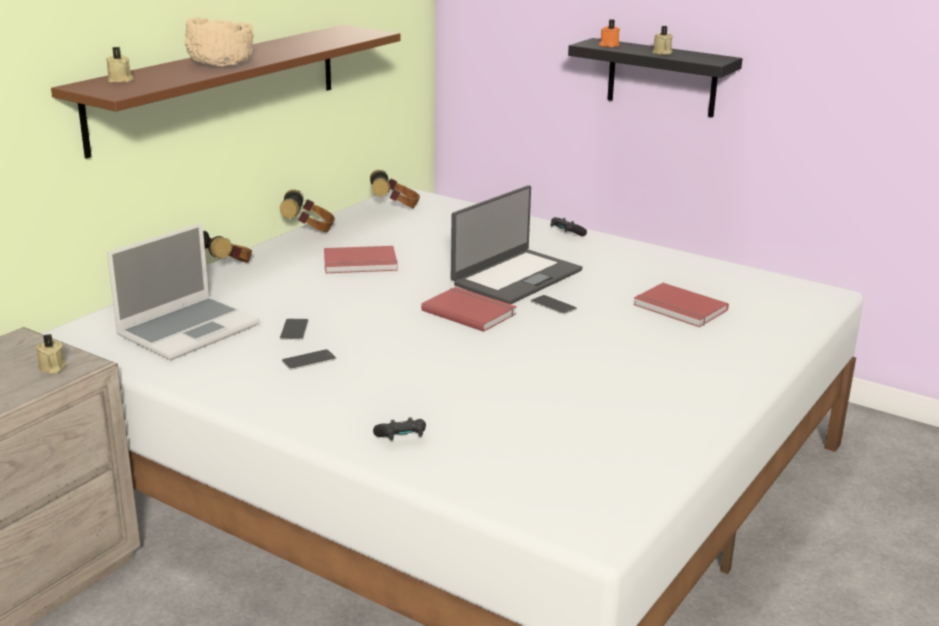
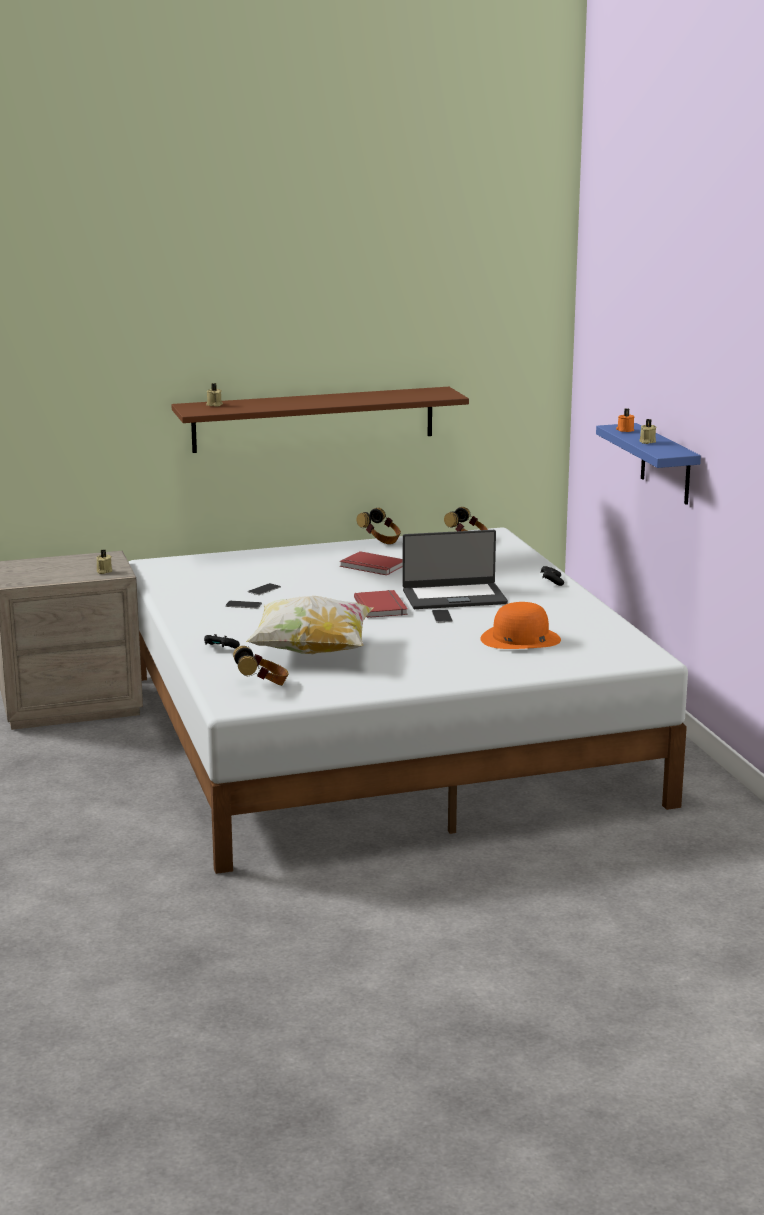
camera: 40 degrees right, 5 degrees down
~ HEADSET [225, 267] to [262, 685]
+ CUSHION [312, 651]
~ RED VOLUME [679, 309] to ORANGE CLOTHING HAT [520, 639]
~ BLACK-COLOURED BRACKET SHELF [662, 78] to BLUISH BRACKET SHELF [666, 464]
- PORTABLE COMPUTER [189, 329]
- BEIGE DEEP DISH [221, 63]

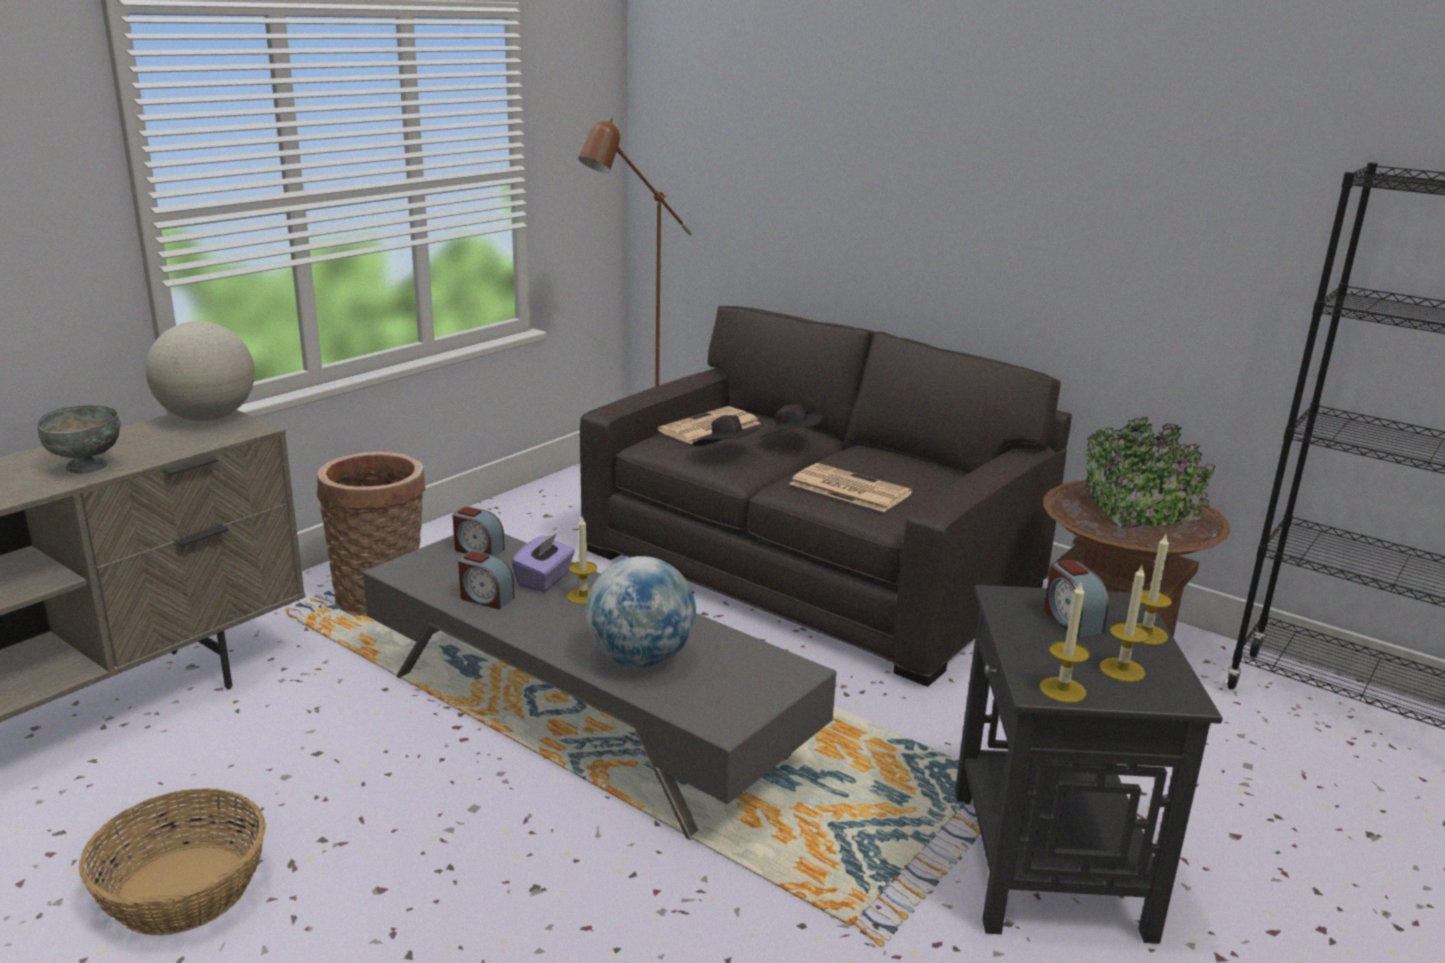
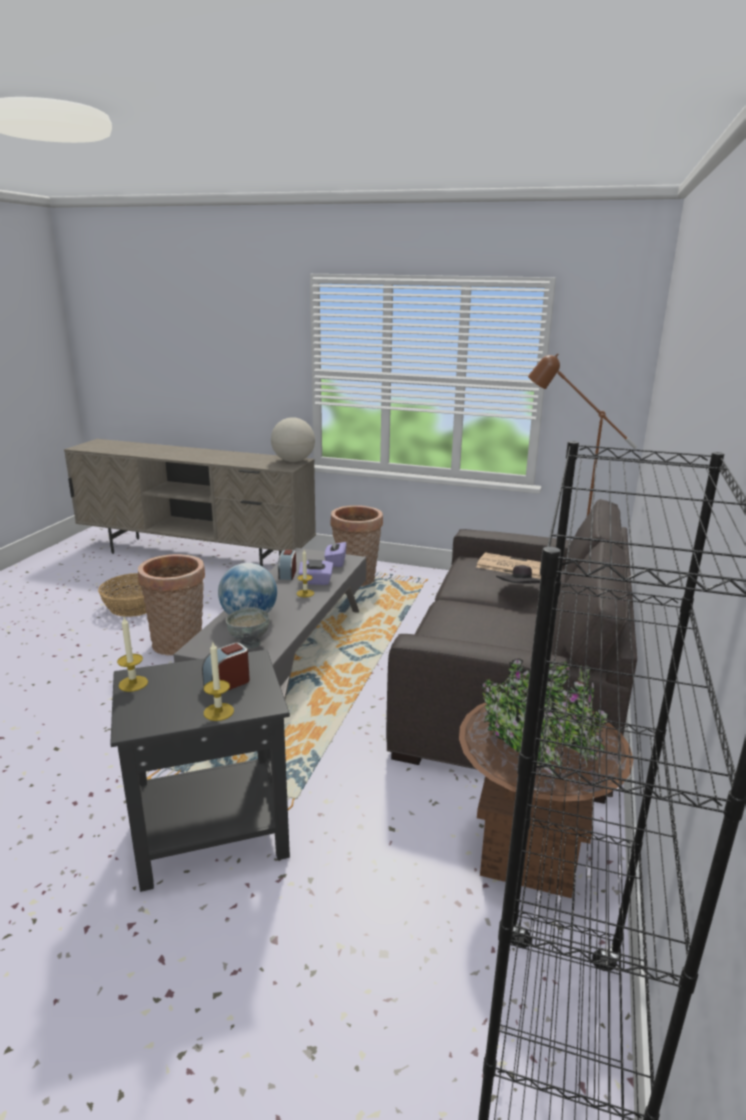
camera: 70 degrees right, 0 degrees up
+ BASKET [179, 645]
~ GRAY DEEP DISH [87, 467] to [249, 644]
~ BEDSIDE CLOCK [478, 550] to PURPLE TISSUE HOLDER [335, 562]
- BLACK-COLOURED CLOTHING HAT [726, 454]
- NEWSPAPER [848, 489]
- WAX CANDLE [1122, 670]

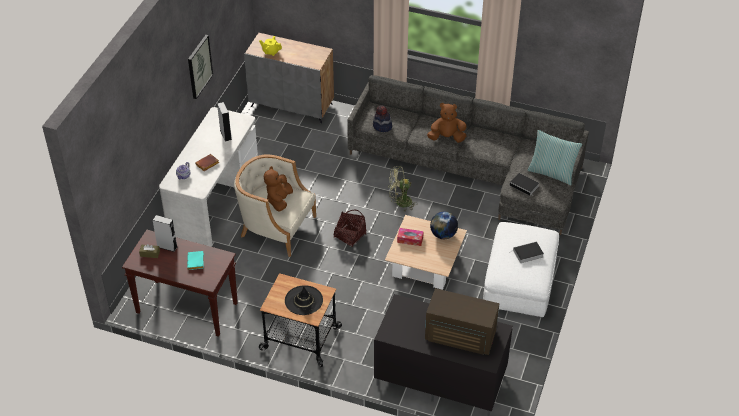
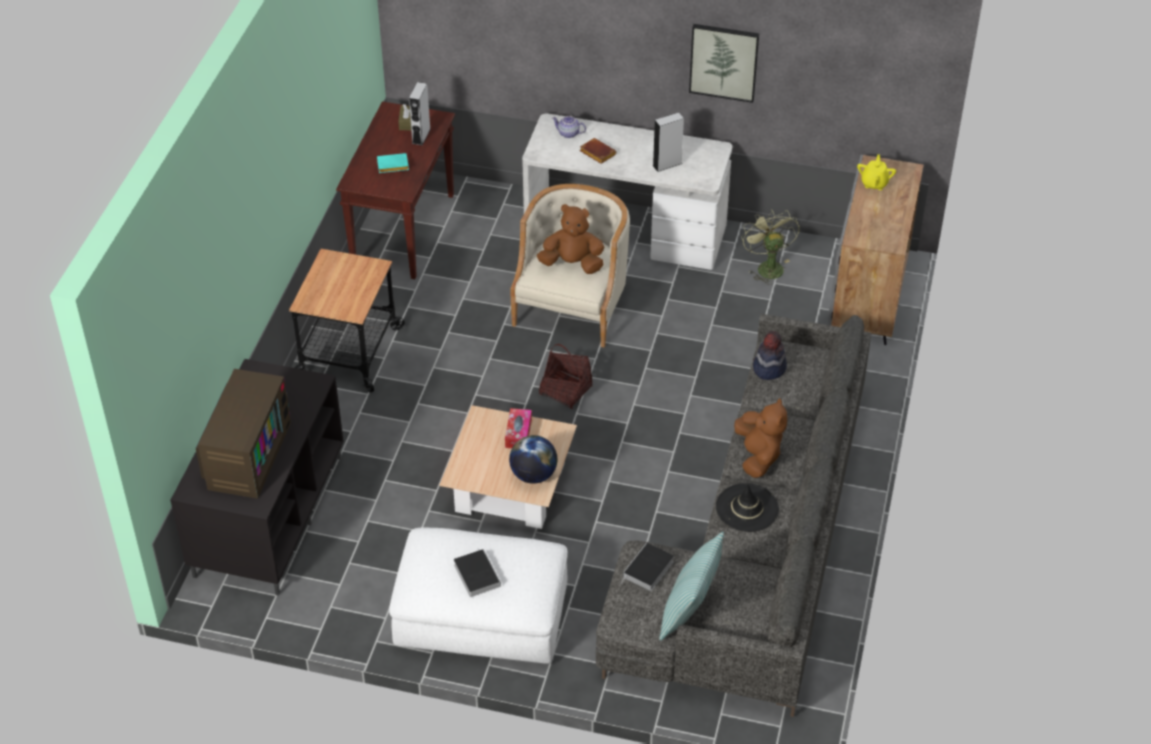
camera: 85 degrees right, 0 degrees up
~ BLACK-COLOURED CLOTHING HAT [303, 300] to [747, 508]
~ GREEN-COLOURED COOLING FAN [400, 203] to [767, 266]

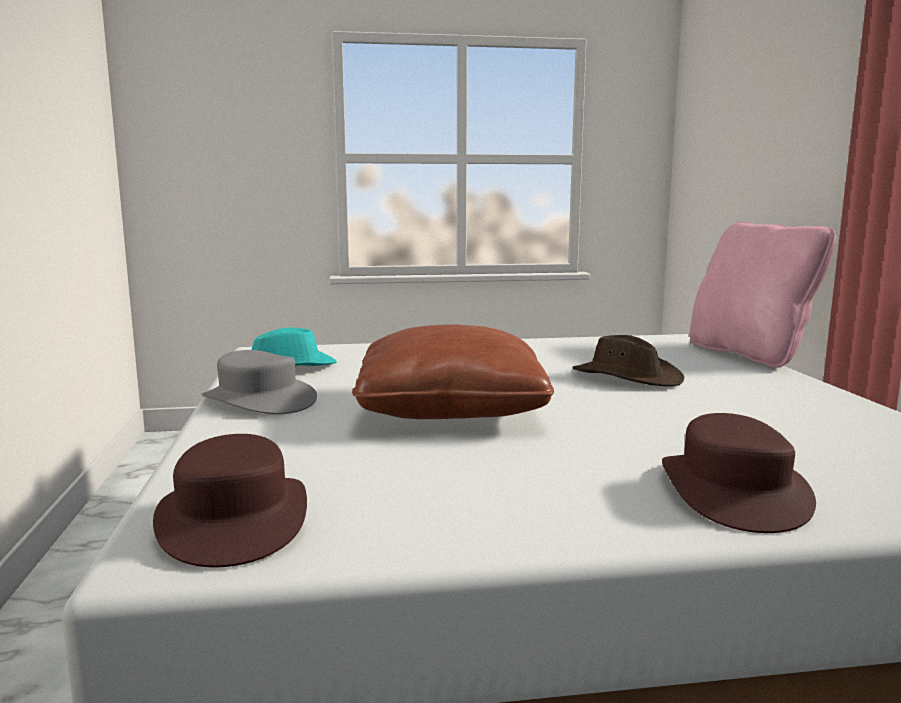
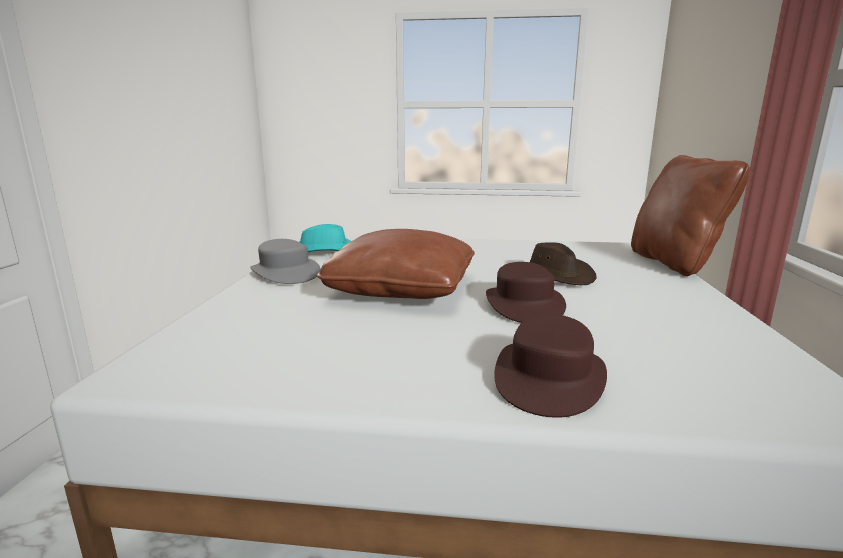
camera: 15 degrees right, 5 degrees up
~ BROWNISH CLOTHING HAT [233, 519] to [523, 305]
~ PINKISH CUSHION [750, 354] to BROWNISH CUSHION [674, 263]

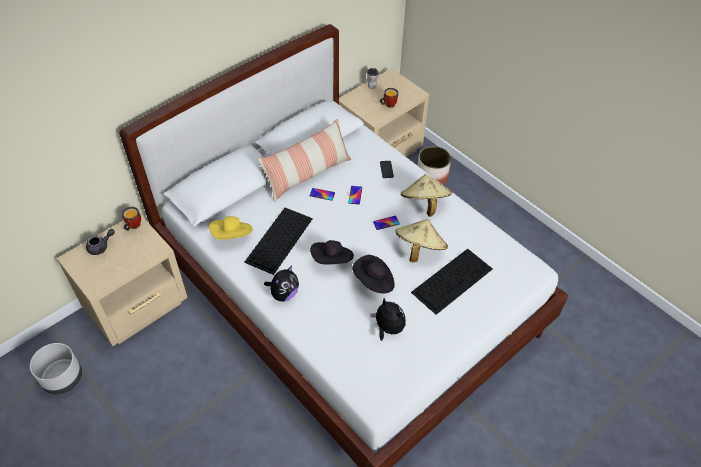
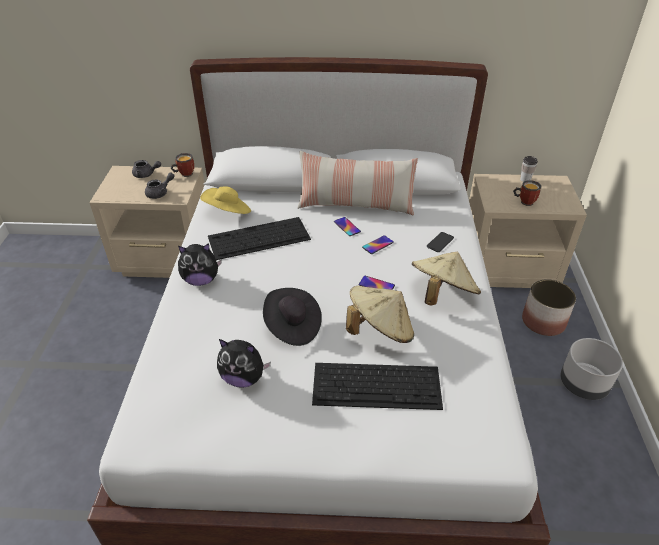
camera: 45 degrees right, 10 degrees down
+ GRAY TEAPOT [160, 193]
~ CUDDLY TOY [388, 328] = [243, 378] 105 degrees clockwise
~ GRAY PLANT POT [63, 378] to [583, 385]
- BLACK-COLOURED CLOTHING HAT [332, 260]

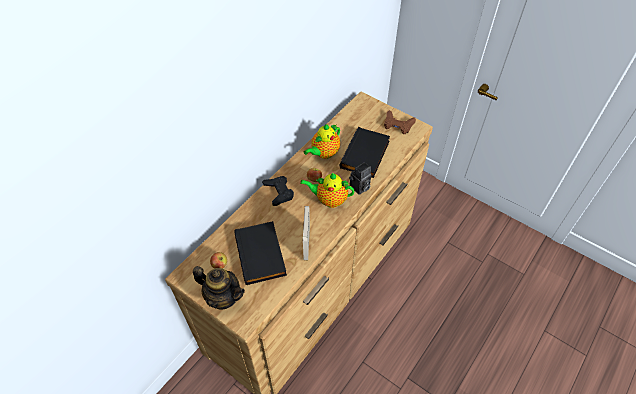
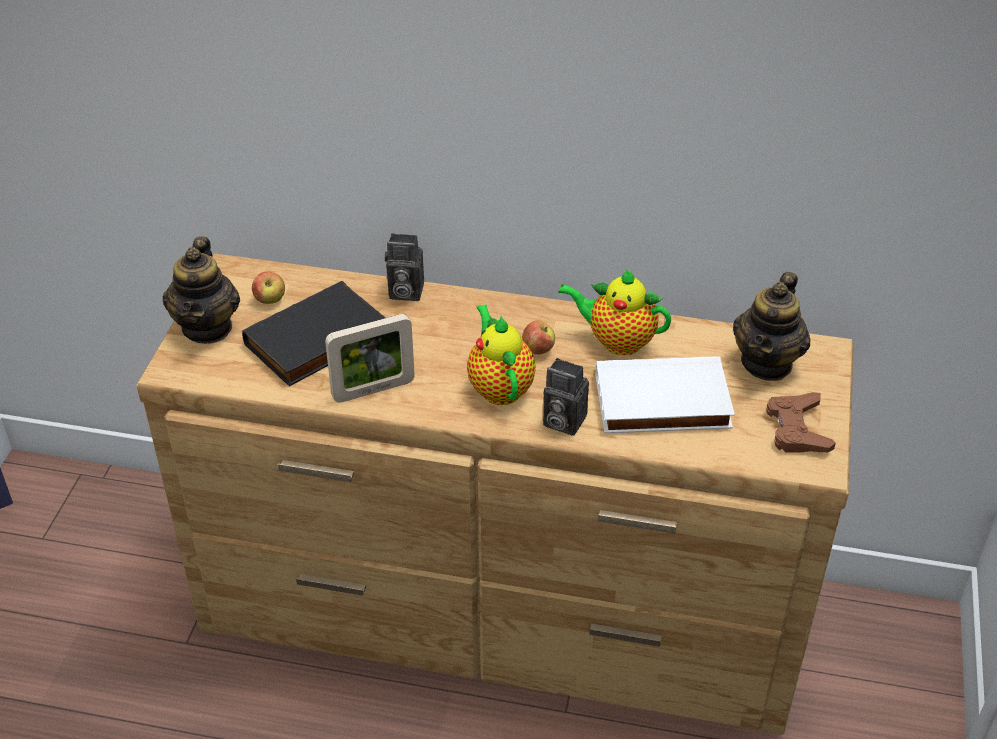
camera: 65 degrees right, 10 degrees down
+ PHOTO CAMERA [404, 292]
~ BLACK-COLOURED VOLUME [366, 155] to WHITE-COLOURED VOLUME [661, 404]
+ TEAPOT [767, 363]
- BLACK-COLOURED GAME CONTROLLER [279, 192]

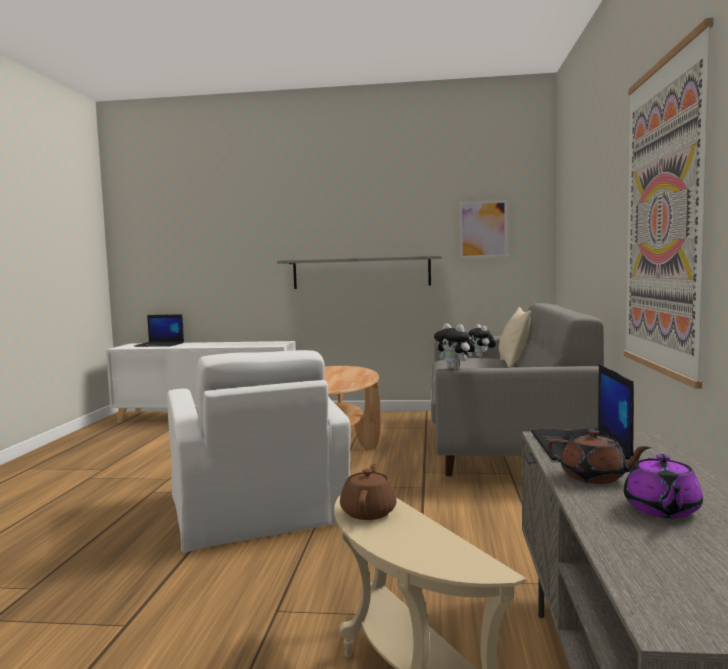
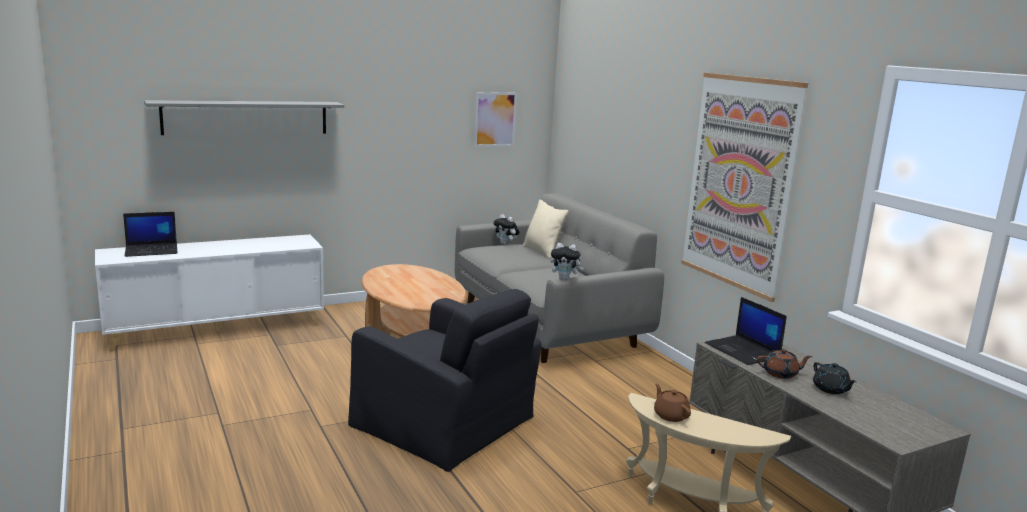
camera: 35 degrees left, 10 degrees up
~ GRAY BRACKET SHELF [361, 272] to [246, 117]
~ WHITE-COLOURED ARMCHAIR [257, 510] to BLACK-COLOURED ARMCHAIR [445, 423]
~ PURPLE TEAPOT [662, 510] to BLACK-COLOURED TEAPOT [831, 389]

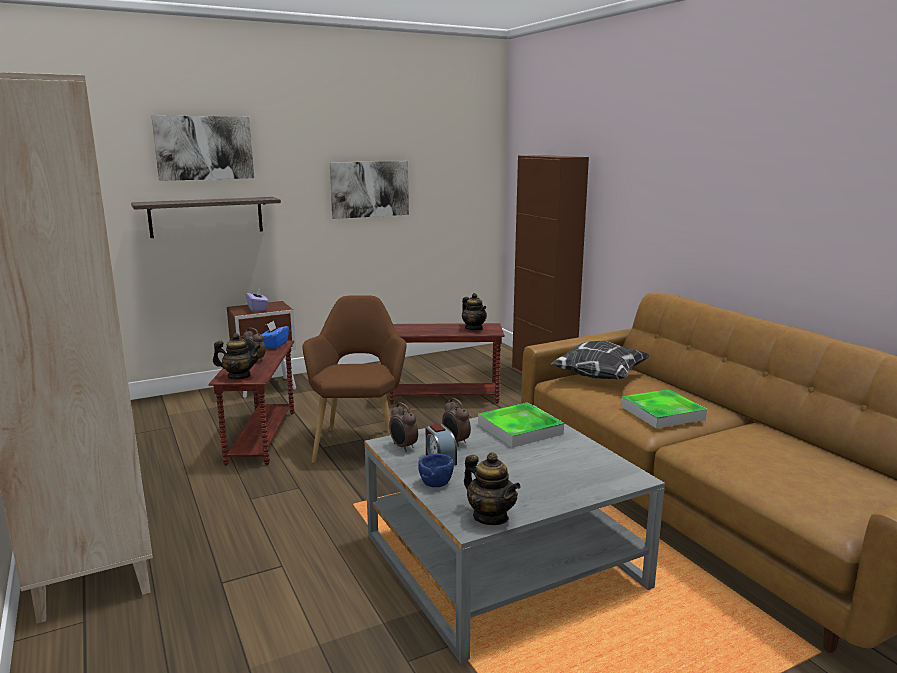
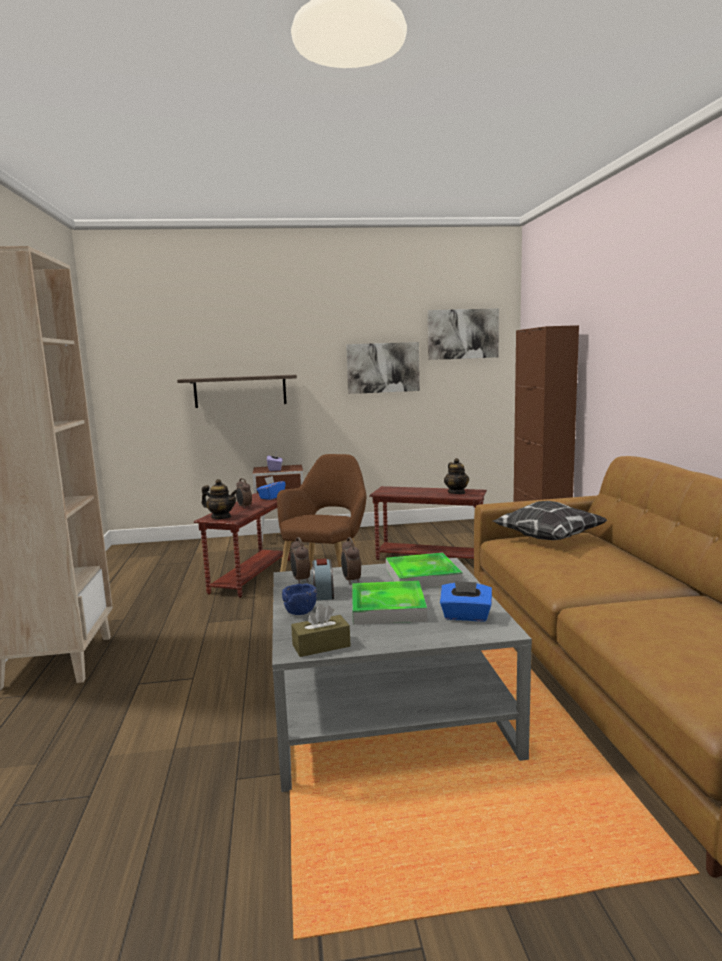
camera: 20 degrees right, 5 degrees down
~ TEAPOT [490, 517] to BROWNISH TISSUE HOLDER [321, 645]
~ CARRYING TRAY [662, 413] to [388, 608]
~ PICTURE [204, 148] to [462, 334]
+ BLUISH TISSUE HOLDER [466, 616]

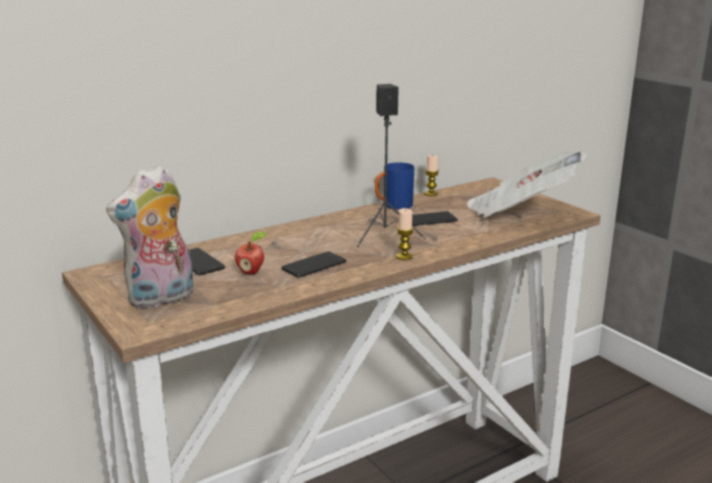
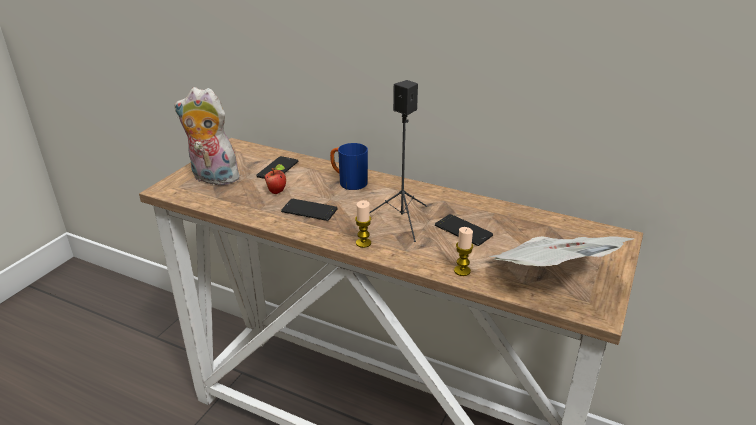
camera: 60 degrees right, 10 degrees up
~ BLUISH MUG [393, 206] to [348, 182]
~ WAX CANDLE [431, 194] to [462, 271]

